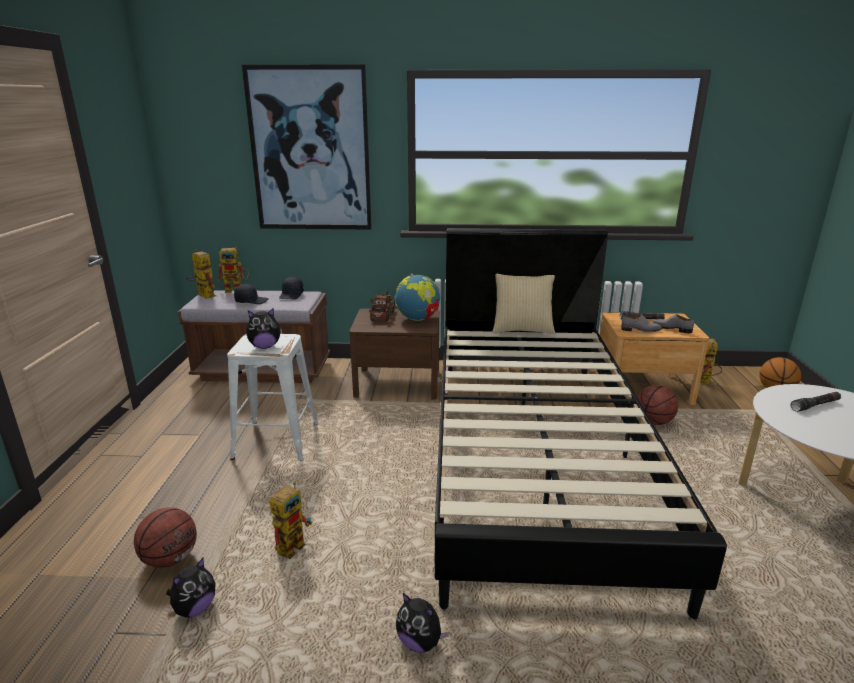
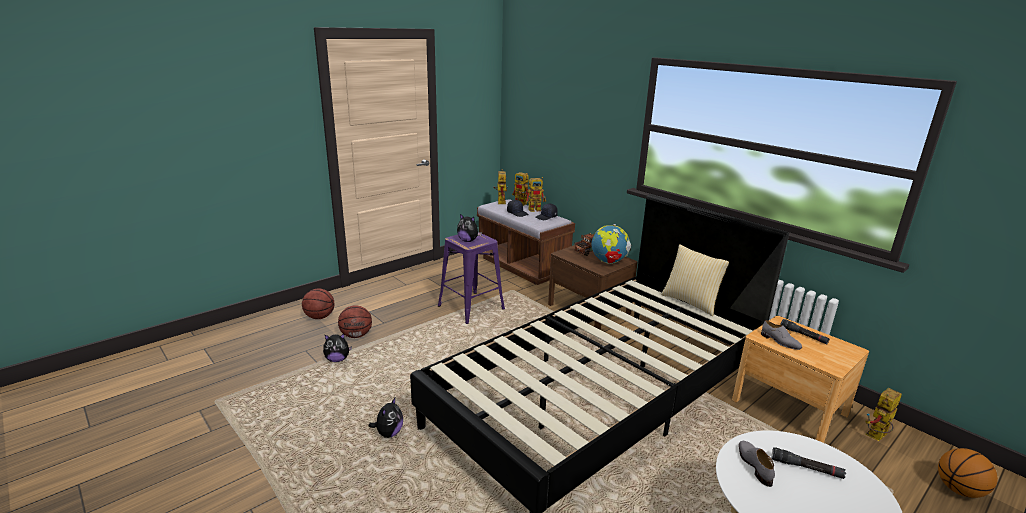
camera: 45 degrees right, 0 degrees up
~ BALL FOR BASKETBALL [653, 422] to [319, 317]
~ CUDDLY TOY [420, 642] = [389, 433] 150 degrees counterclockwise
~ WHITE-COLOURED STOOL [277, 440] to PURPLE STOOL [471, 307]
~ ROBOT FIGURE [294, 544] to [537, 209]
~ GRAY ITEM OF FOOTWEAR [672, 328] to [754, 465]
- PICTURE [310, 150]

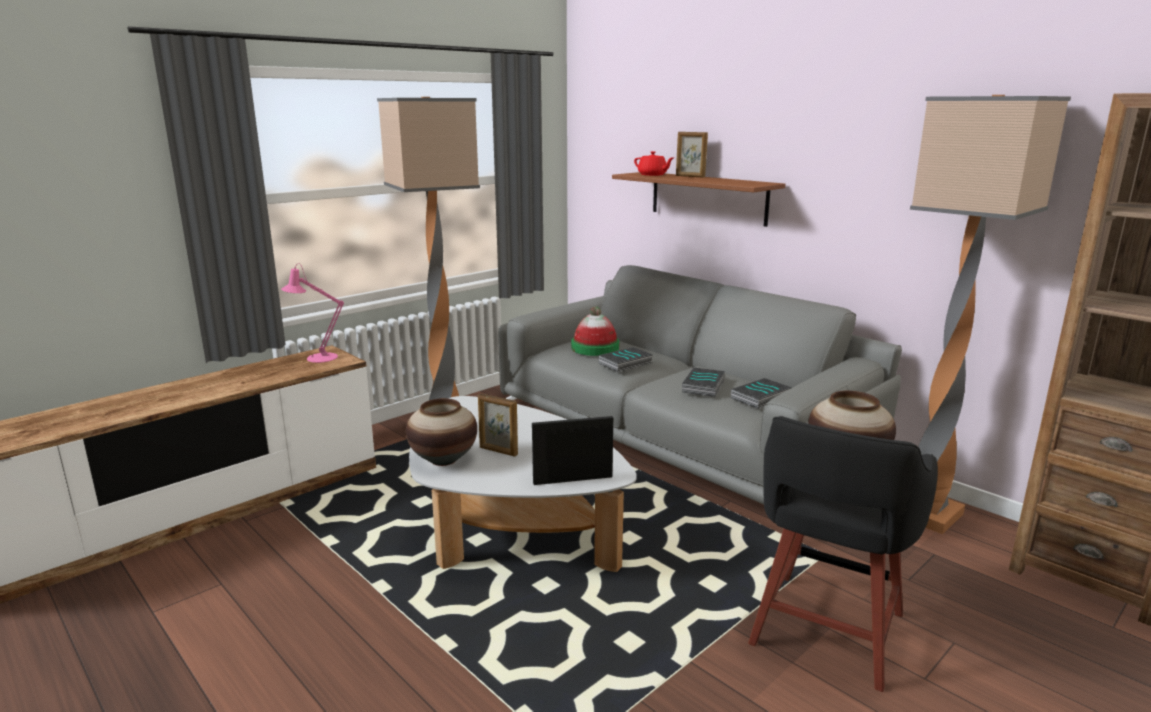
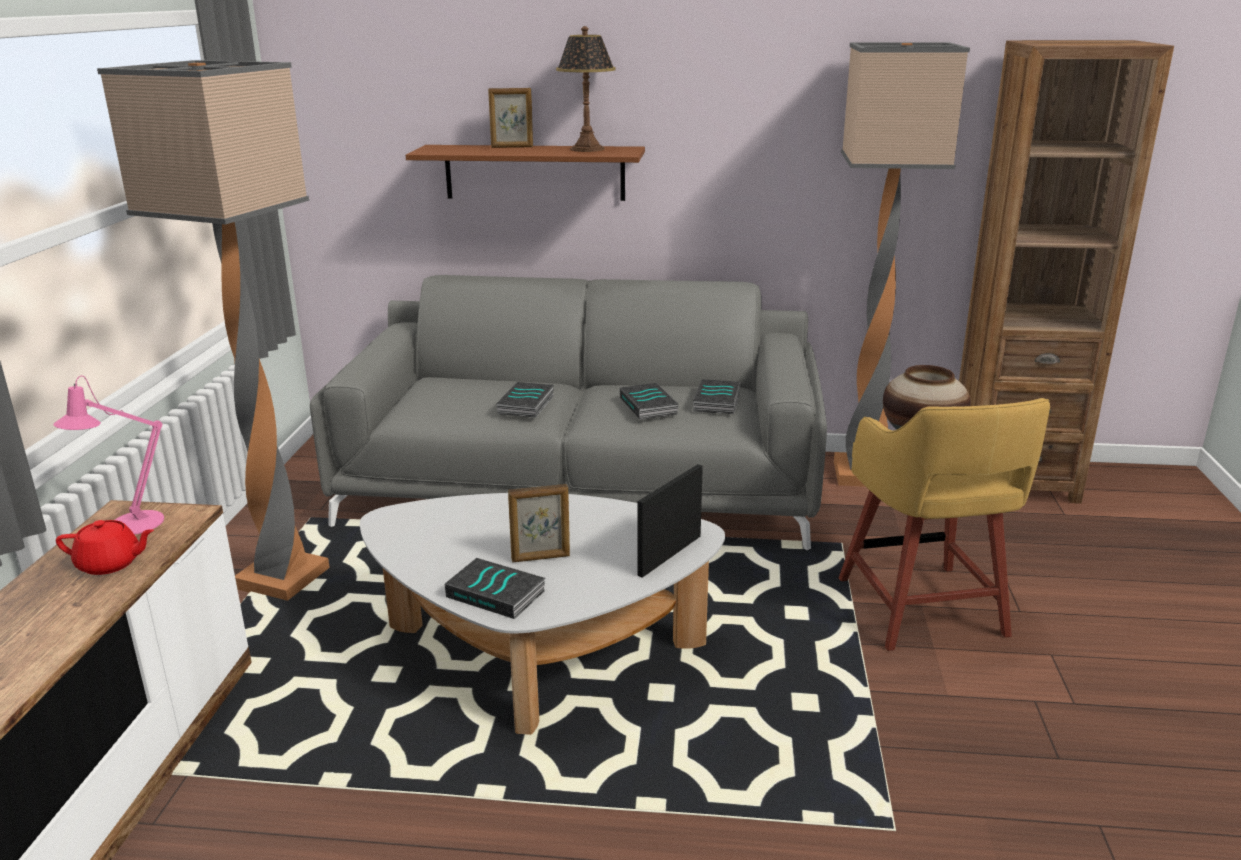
camera: 40 degrees left, 5 degrees up
~ RED TEAPOT [652, 175] to [110, 564]
~ FLOWER VASE [444, 460] to VOLUME [497, 594]
+ TABLETOP LAMP [587, 149]
~ BLACK-COLOURED STOOL [825, 632] to YELLOW STOOL [922, 610]
- CLOTHING HAT [595, 348]

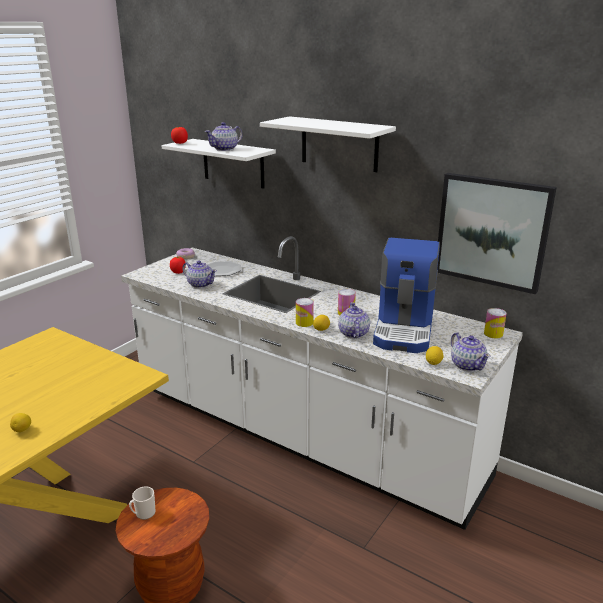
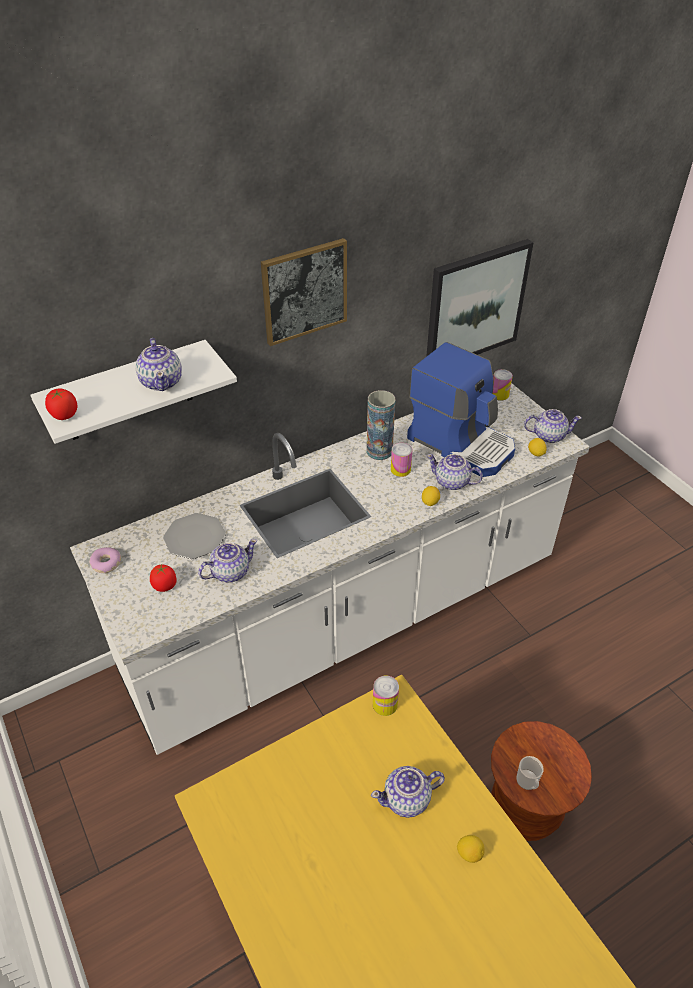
camera: 65 degrees left, 20 degrees up
~ WHITE-COLOURED BRACKET SHELF [339, 144] to PICTURE [304, 291]
+ FLOWER VASE [379, 451]
+ TEAPOT [407, 799]
~ METAL CAN [304, 323] to [385, 704]

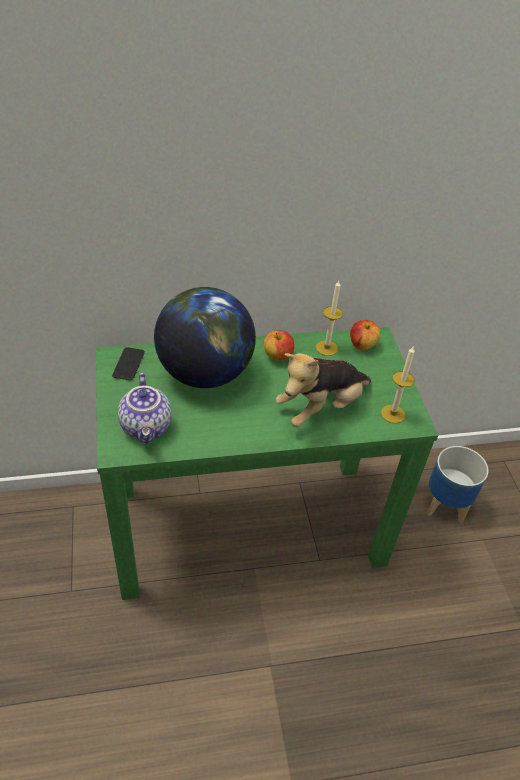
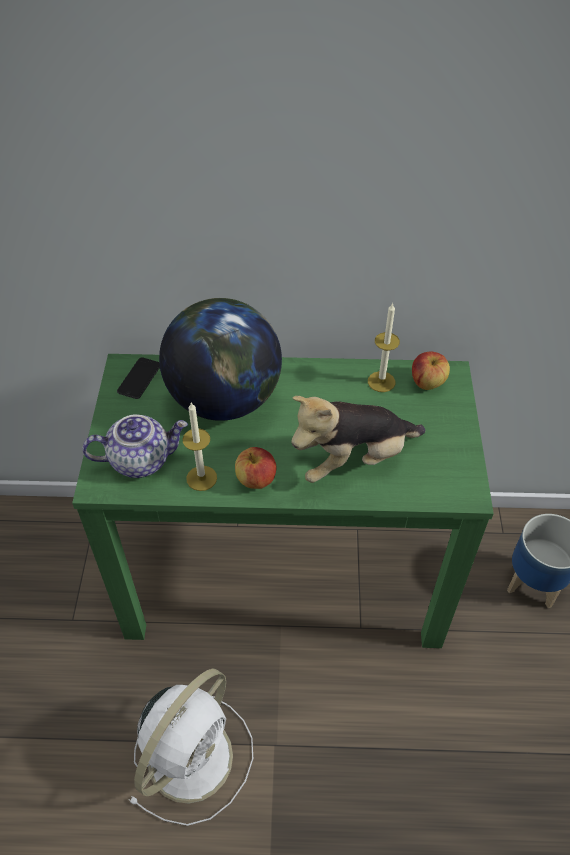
camera: 15 degrees right, 5 degrees up
~ TEAPOT [147, 427] = [141, 459] 105 degrees counterclockwise
+ WHITE-COLOURED COOLING FAN [193, 754]
~ WAX CANDLE [393, 414] to [201, 478]
~ APPLE [277, 356] to [256, 480]

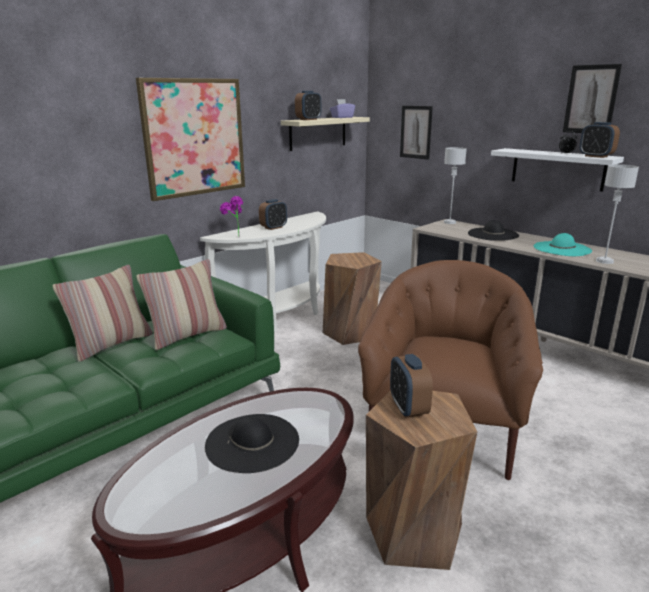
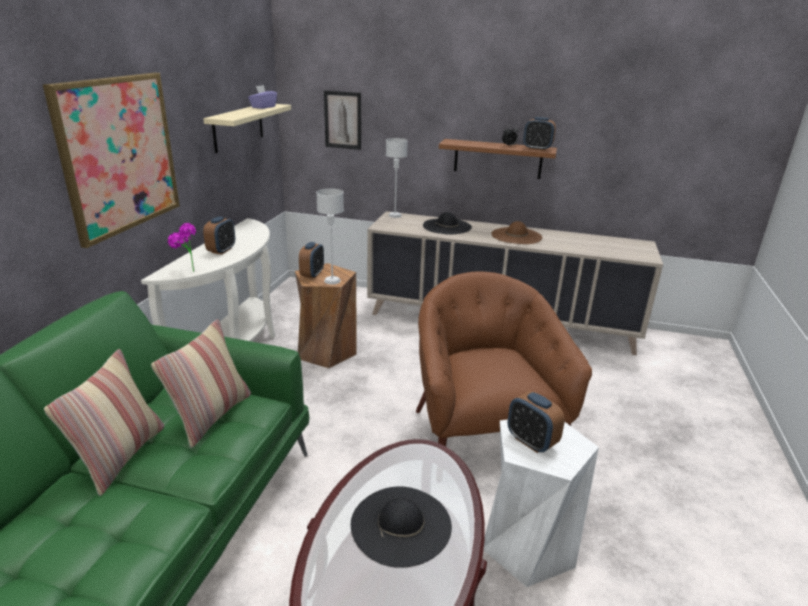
camera: 30 degrees left, 5 degrees up
~ BEDSIDE CLOCK [308, 119] to [312, 274]
~ GRAY TABLETOP LAMP [604, 261] to [332, 281]
~ WHITE-COLOURED BRACKET SHELF [557, 169] to BROWNISH BRACKET SHELF [498, 159]
~ BROWNISH STOOL [414, 532] to WHITE-COLOURED STOOL [527, 546]
~ TURQUOISE-COLOURED CLOTHING HAT [562, 248] to BROWNISH CLOTHING HAT [516, 236]
- PICTURE [591, 99]

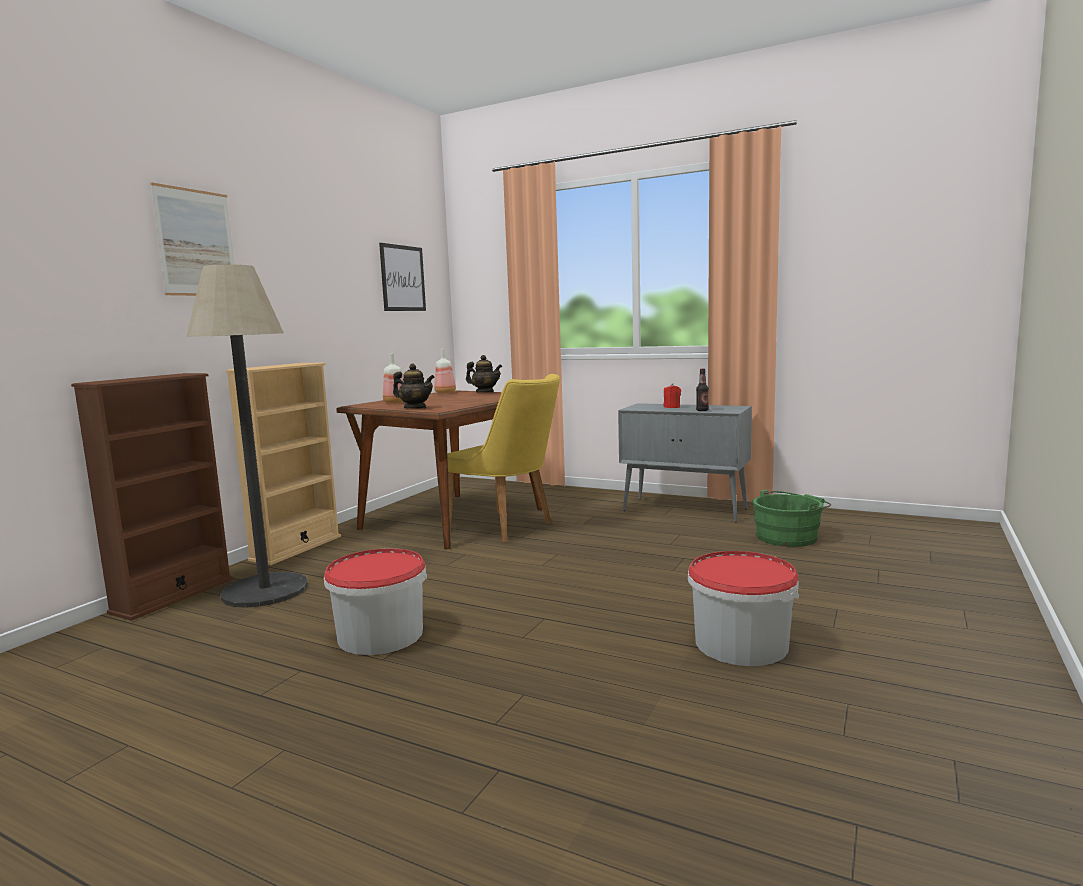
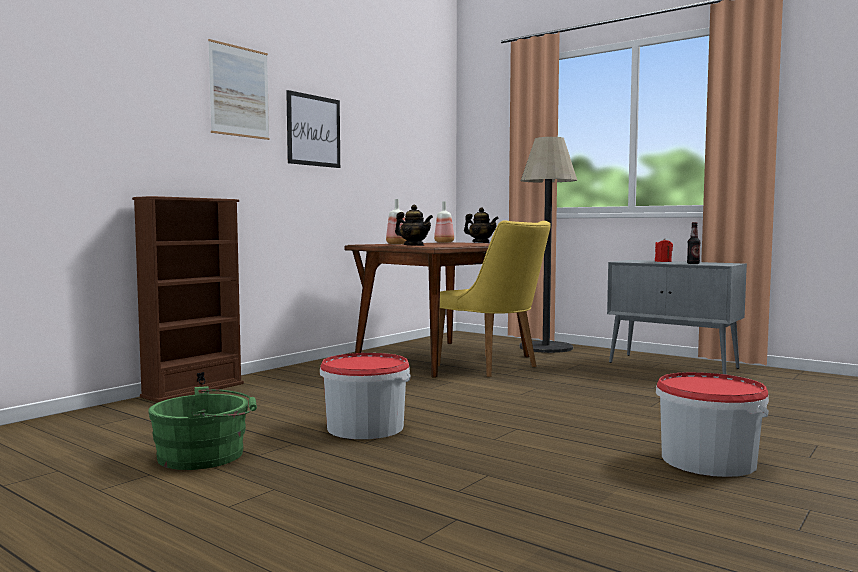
camera: 10 degrees right, 5 degrees down
~ GREEN-COLOURED WATER BUCKET [789, 537] to [206, 455]
~ PICTURE [402, 278] to [313, 130]
~ STANDARD LAMP [265, 590] to [546, 347]
- BEIGE BOOKCASE [296, 548]

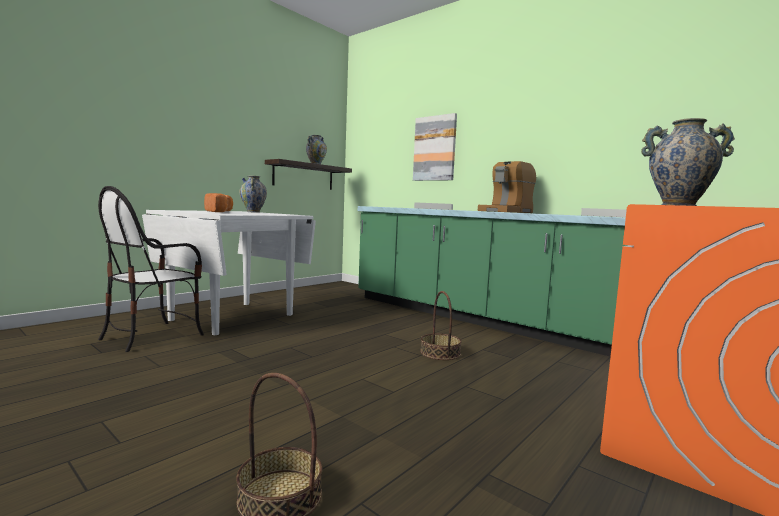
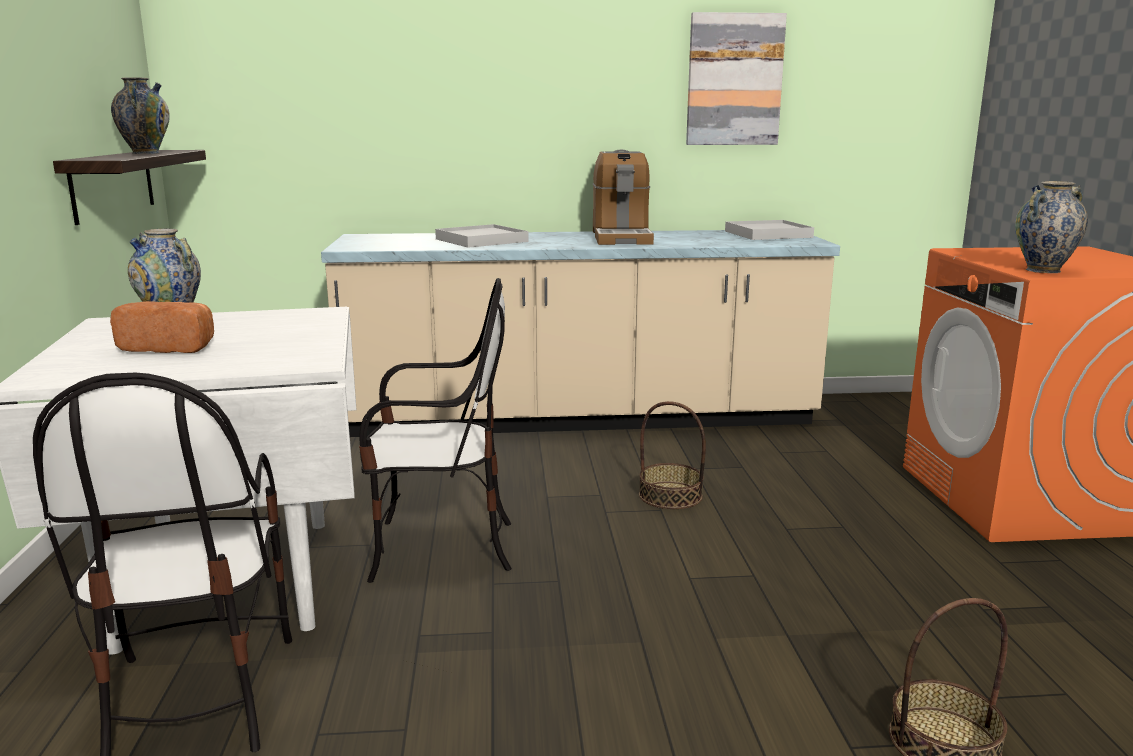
camera: 45 degrees left, 10 degrees up
~ GREEN-COLOURED COUNTER [474, 318] to BEIGE COUNTER [579, 419]
+ PLAIN CHAIR [440, 549]
~ PICTURE [435, 148] to [734, 80]

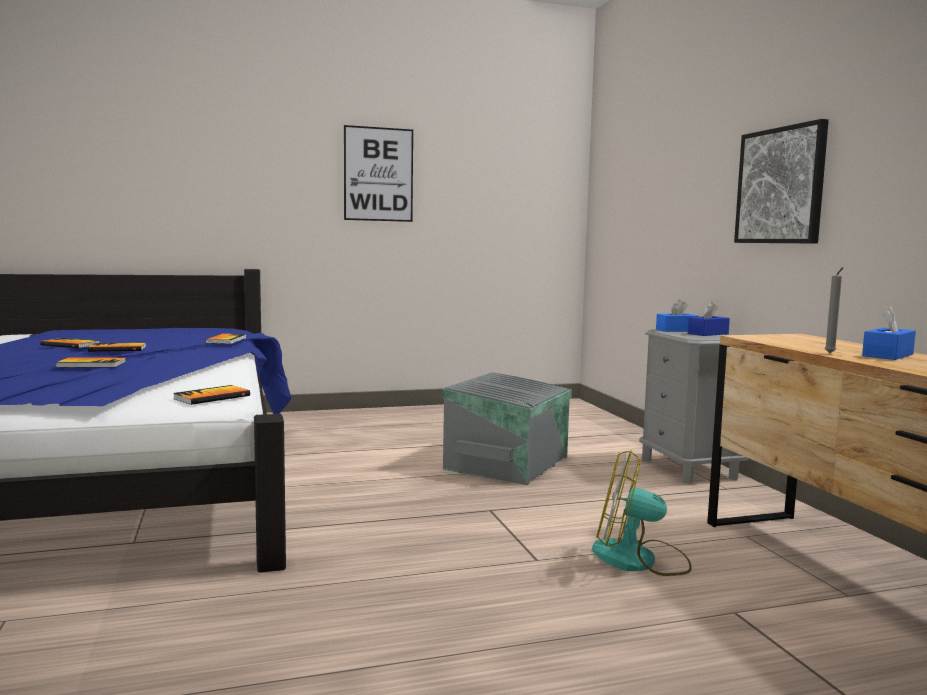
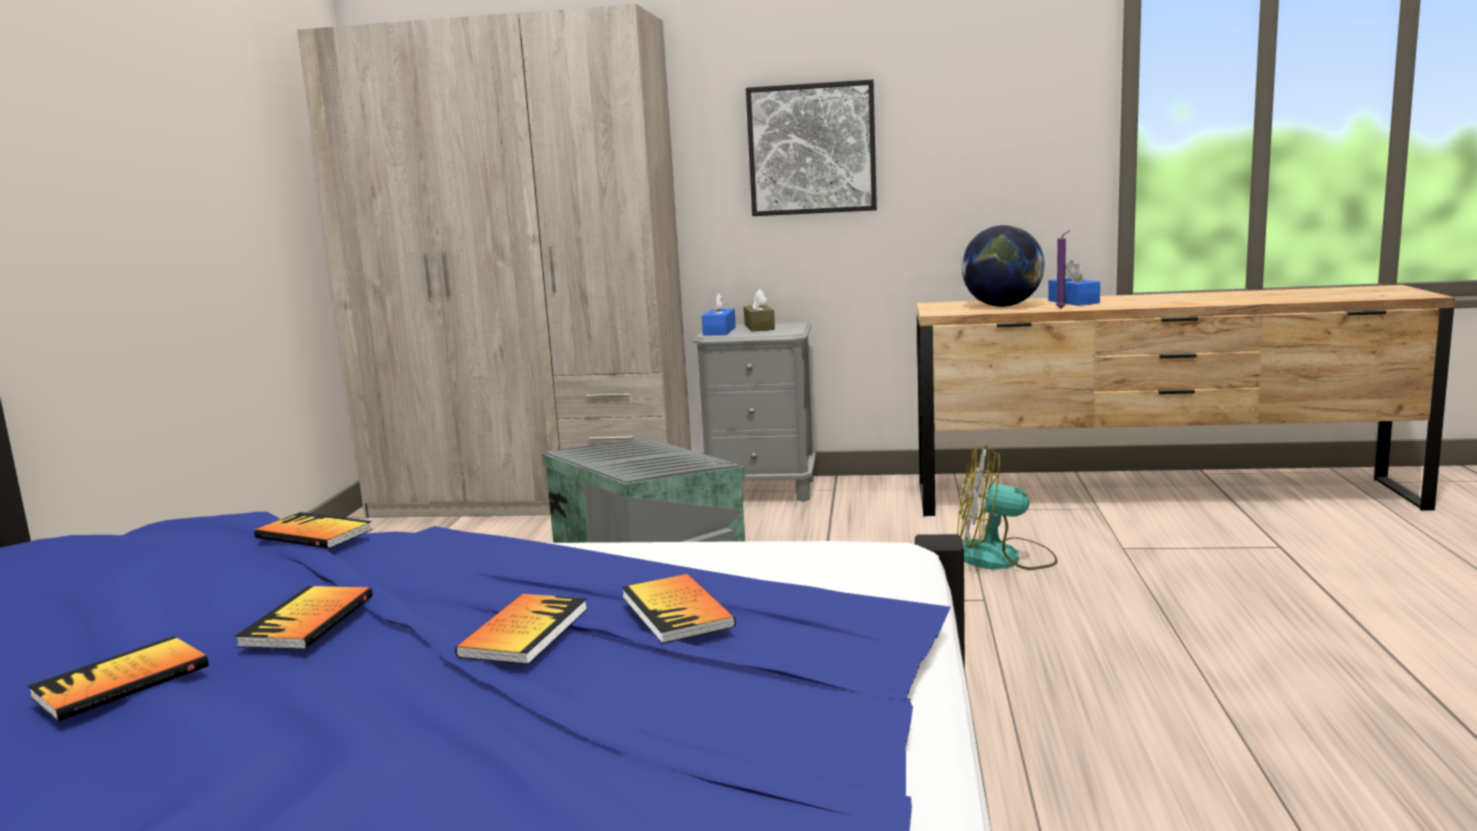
camera: 65 degrees left, 5 degrees up
+ BEIGE ARMOIRE [534, 498]
~ VOLUME [212, 397] to [676, 611]
~ BLUISH TISSUE HOLDER [708, 334] to BROWNISH TISSUE HOLDER [759, 327]
~ COOLING FAN [639, 560] = [1002, 558] 60 degrees clockwise
+ DESK GLOBE [1002, 306]
~ GRAY WAX CANDLE [830, 353] to PURPLE WAX CANDLE [1062, 308]
- PICTURE [378, 174]

